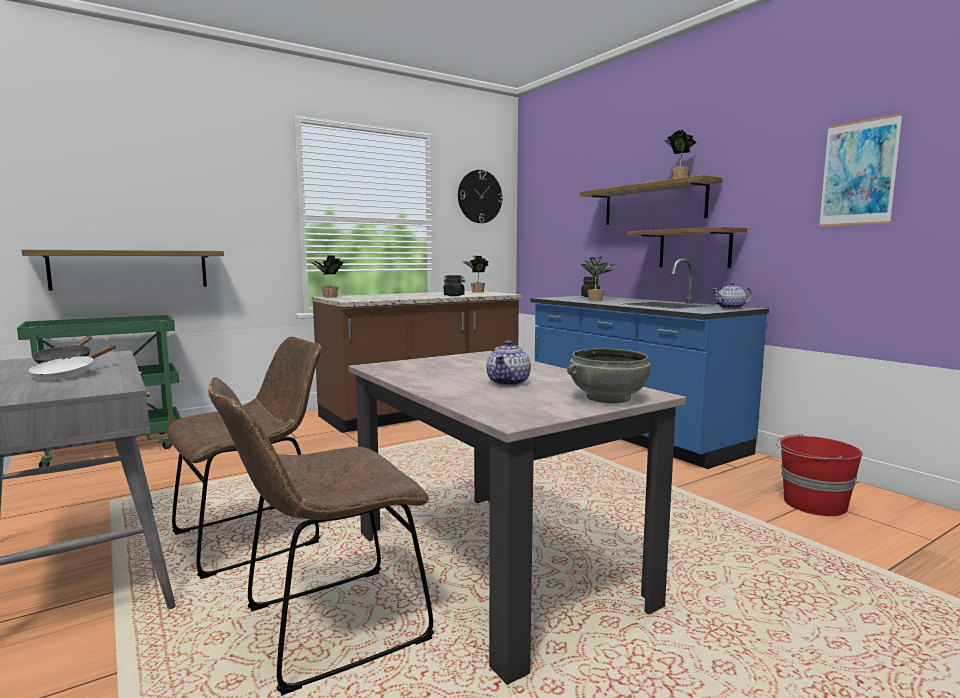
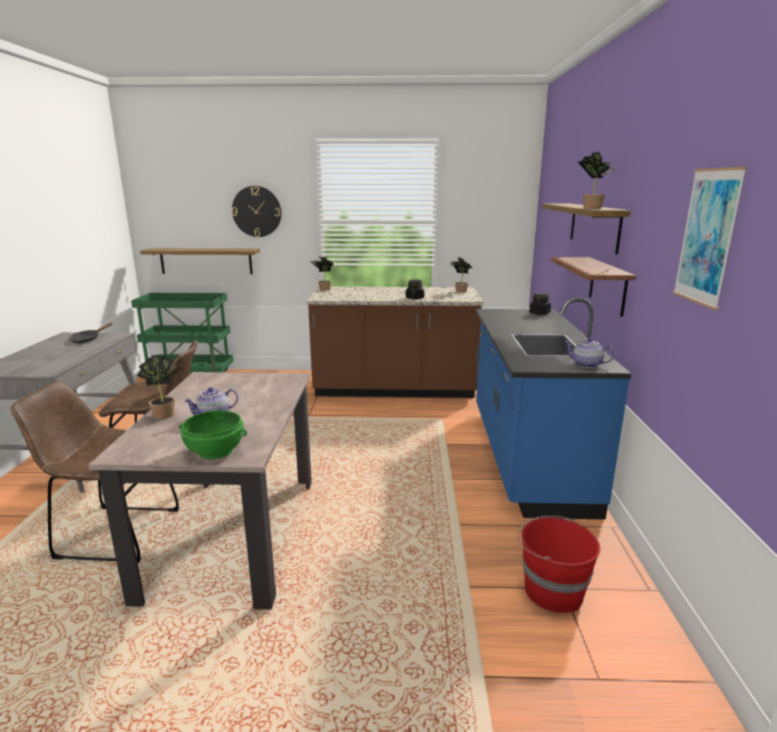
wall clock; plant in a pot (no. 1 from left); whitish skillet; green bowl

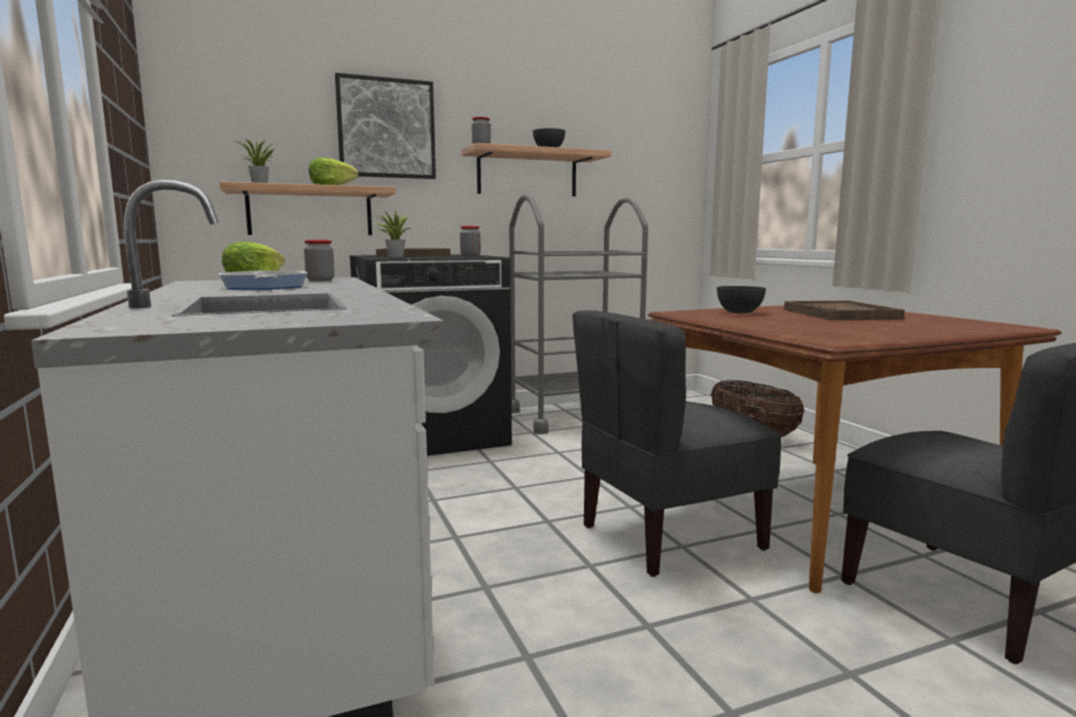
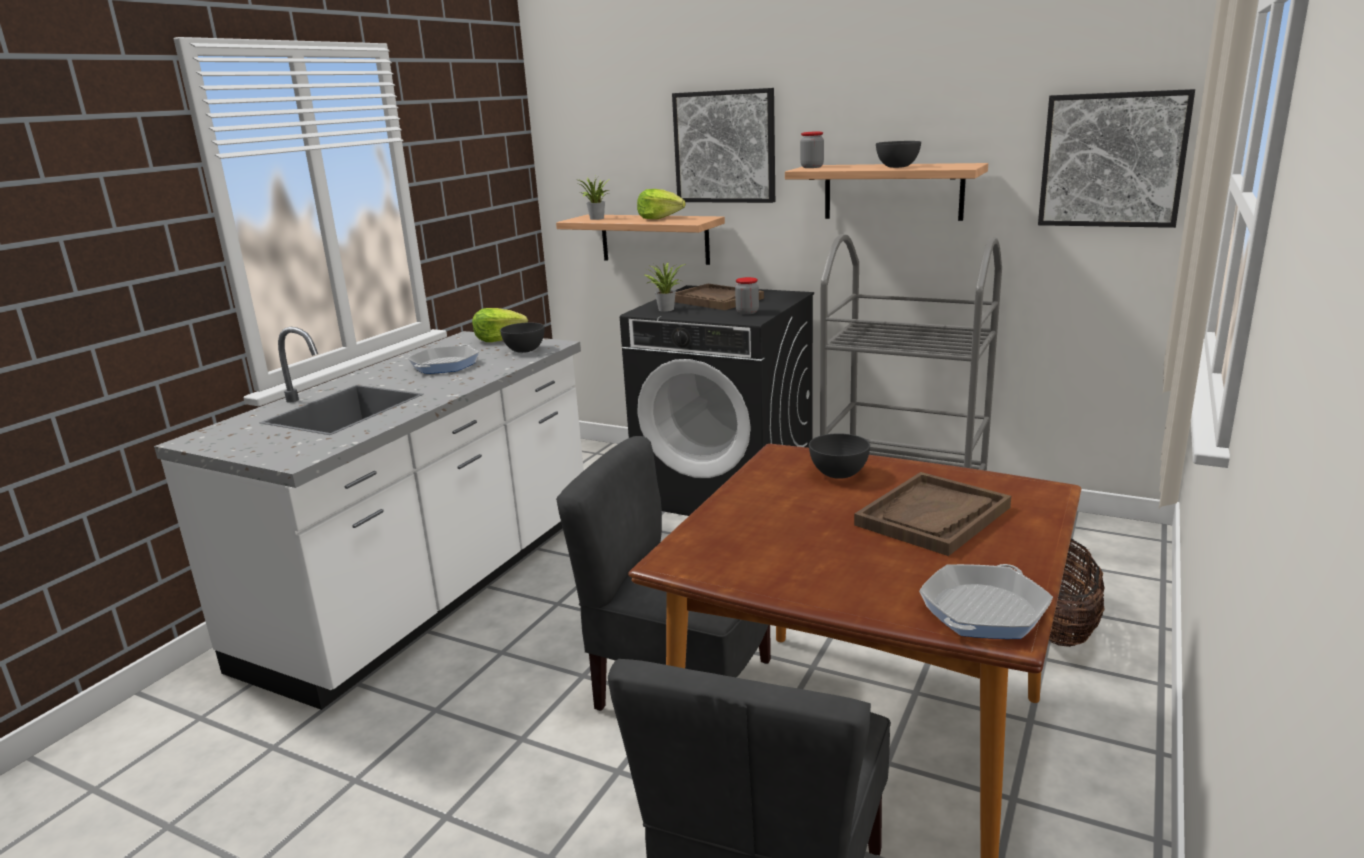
gray bowl (no. 1 from left); wall art (no. 2 from left); skillet (no. 2 from left)

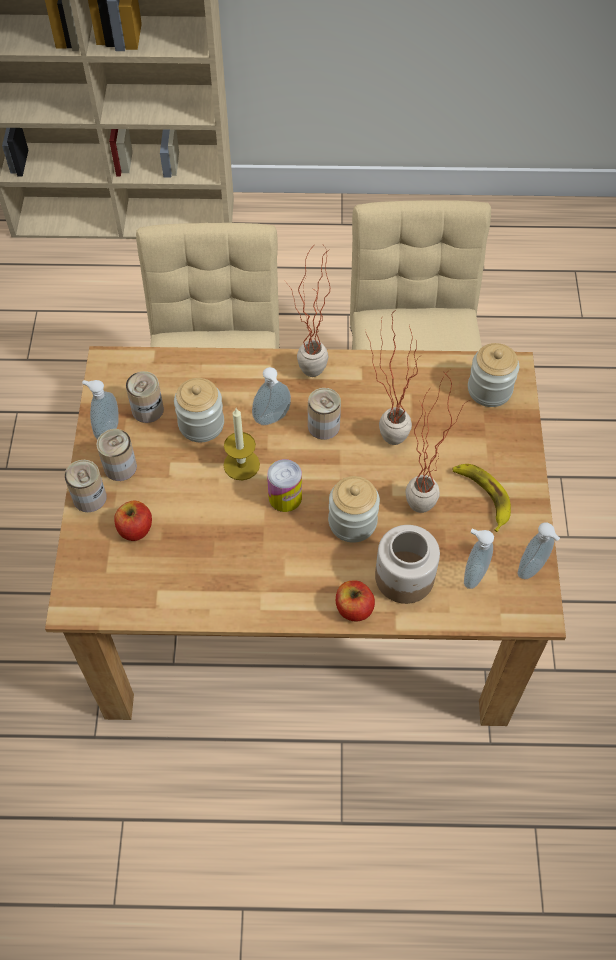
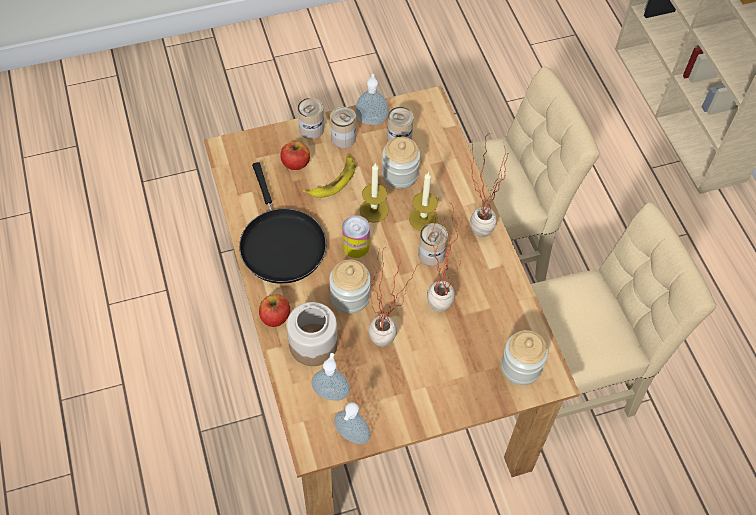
wax candle (no. 2 from left); banana; black skillet

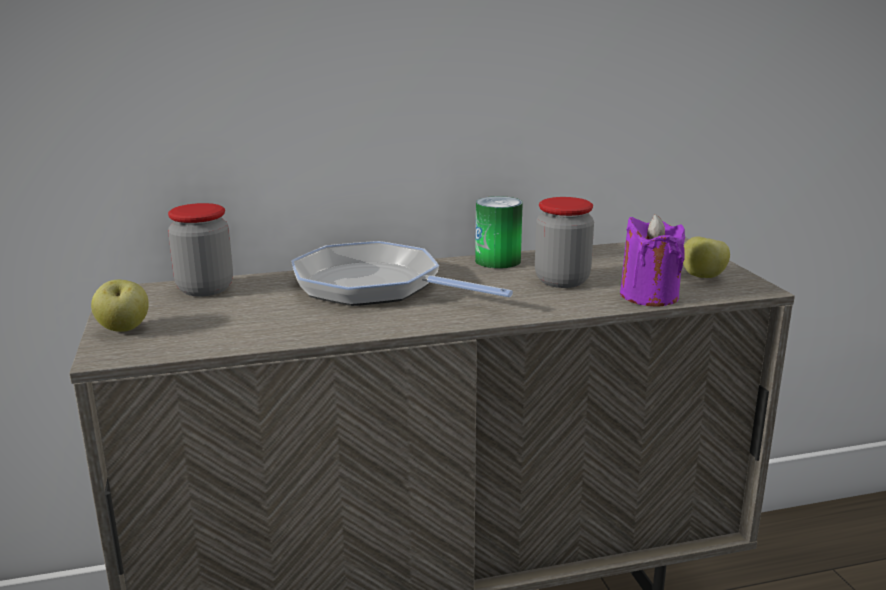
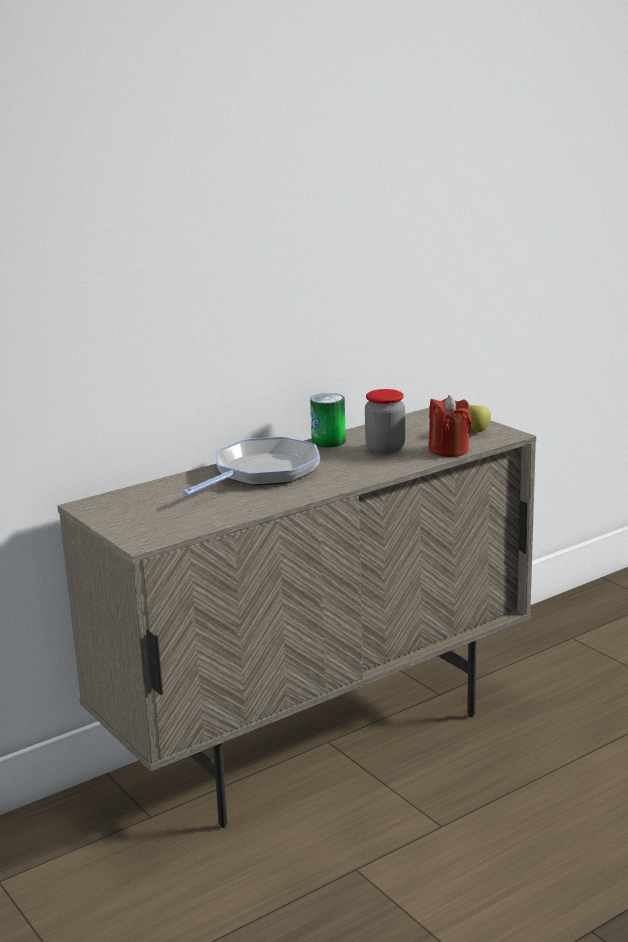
storage jar (no. 1 from left in the first image); red-coloured wax candle; skillet; whole apple (no. 1 from left in the first image)

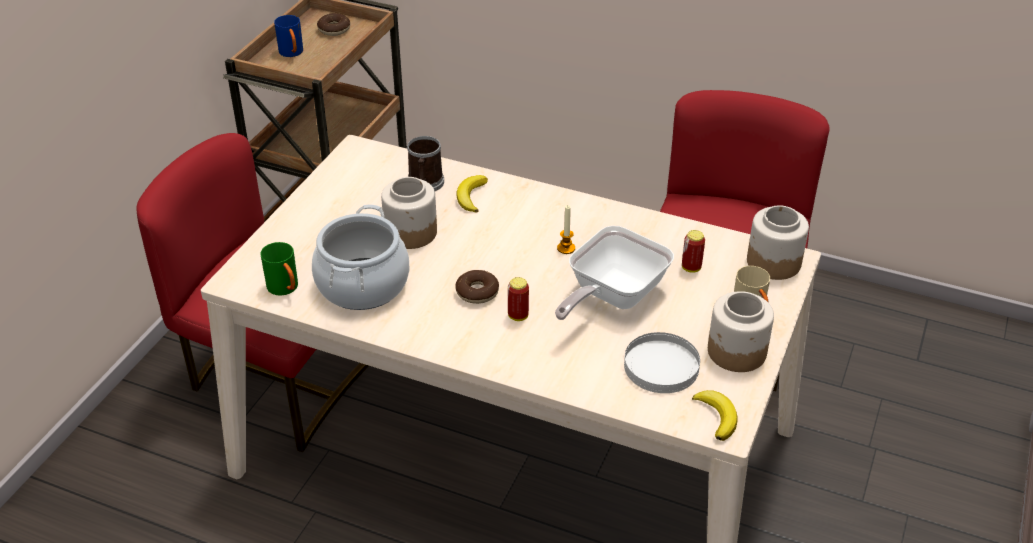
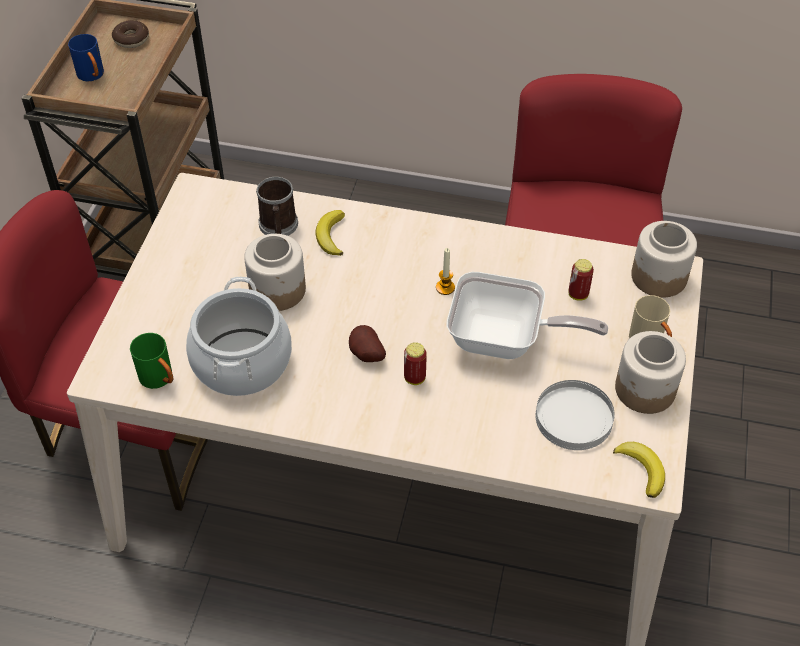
skillet; spud

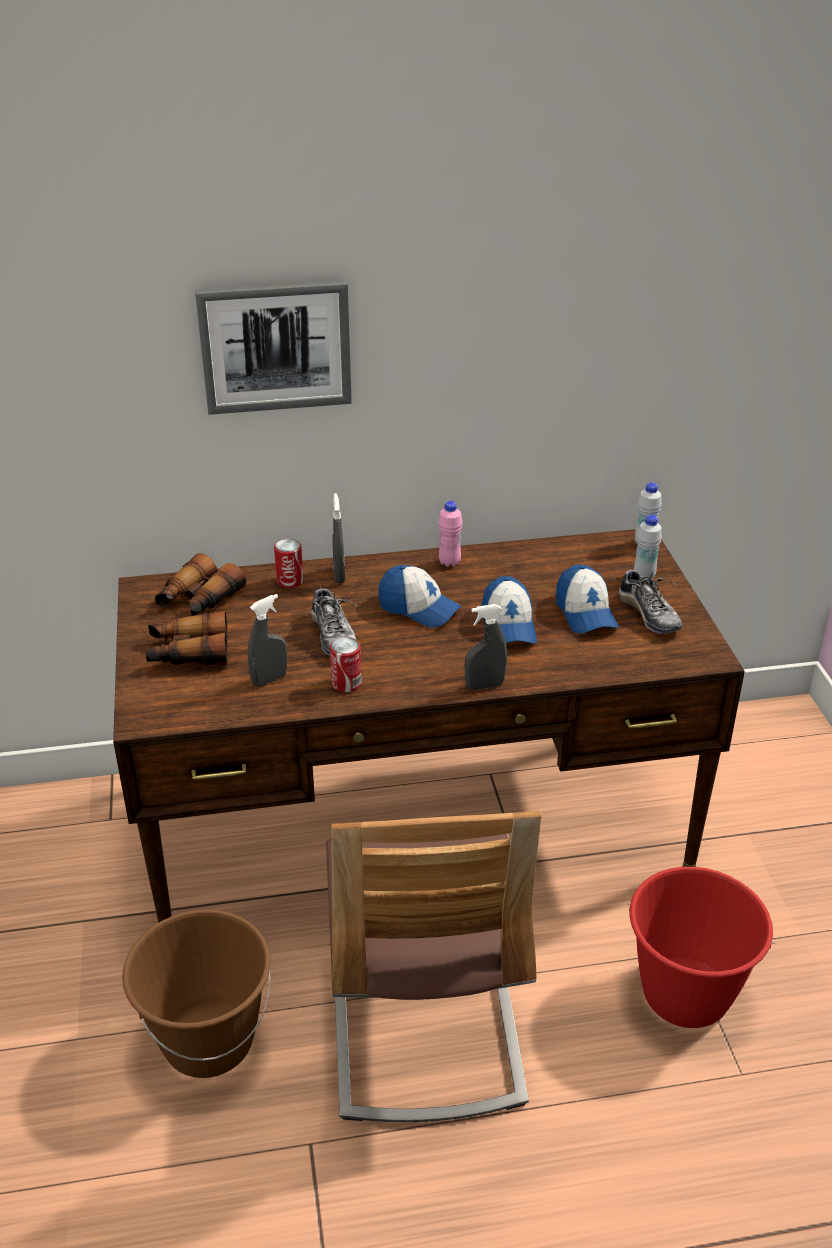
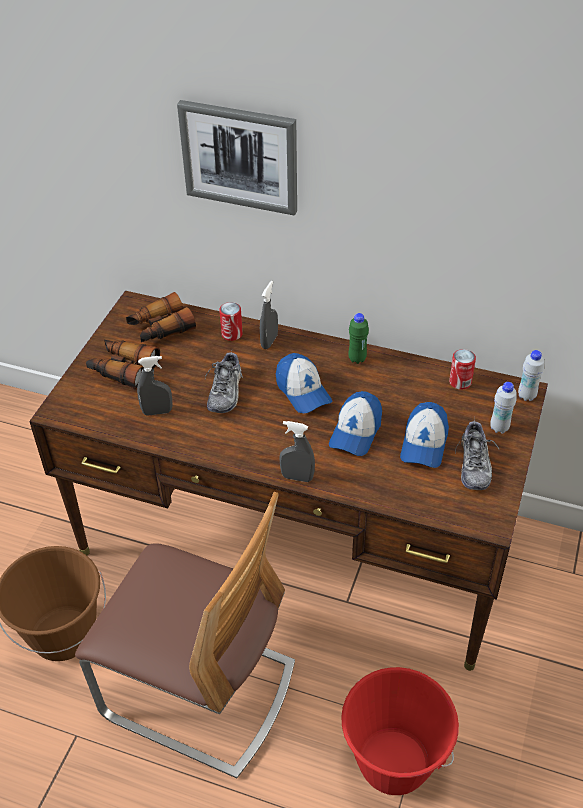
green drink bottle; sealed can (no. 2 from left); upright chair

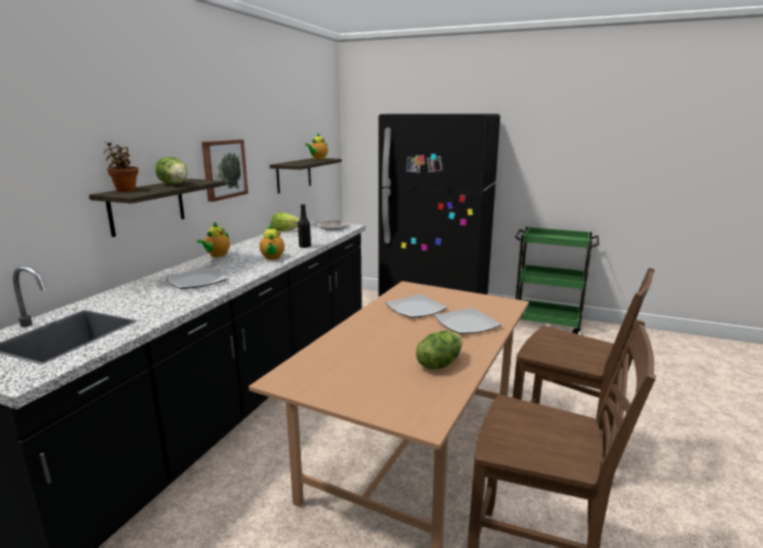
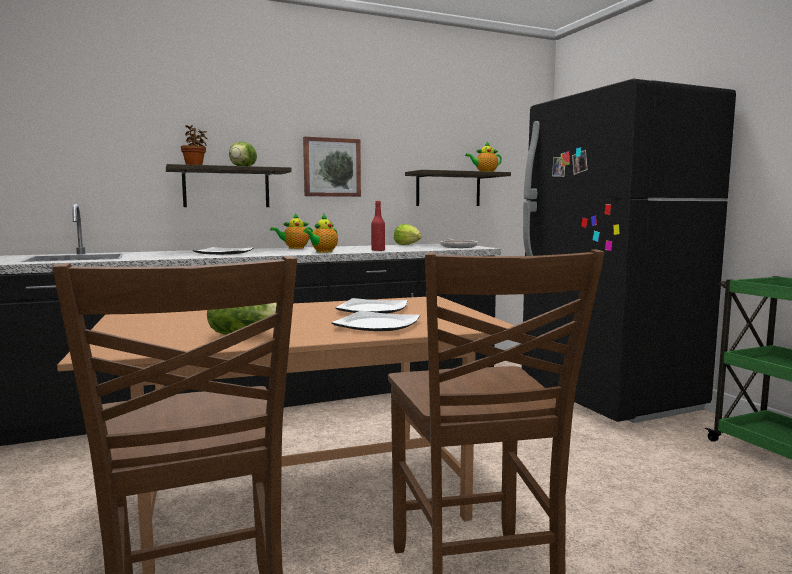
red-coloured drink bottle

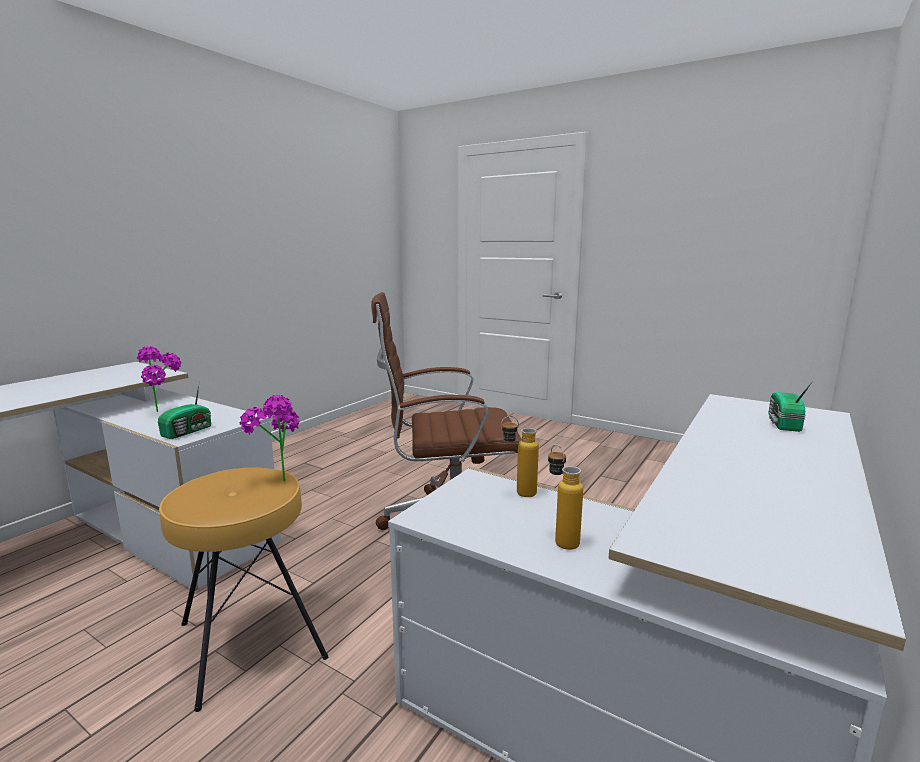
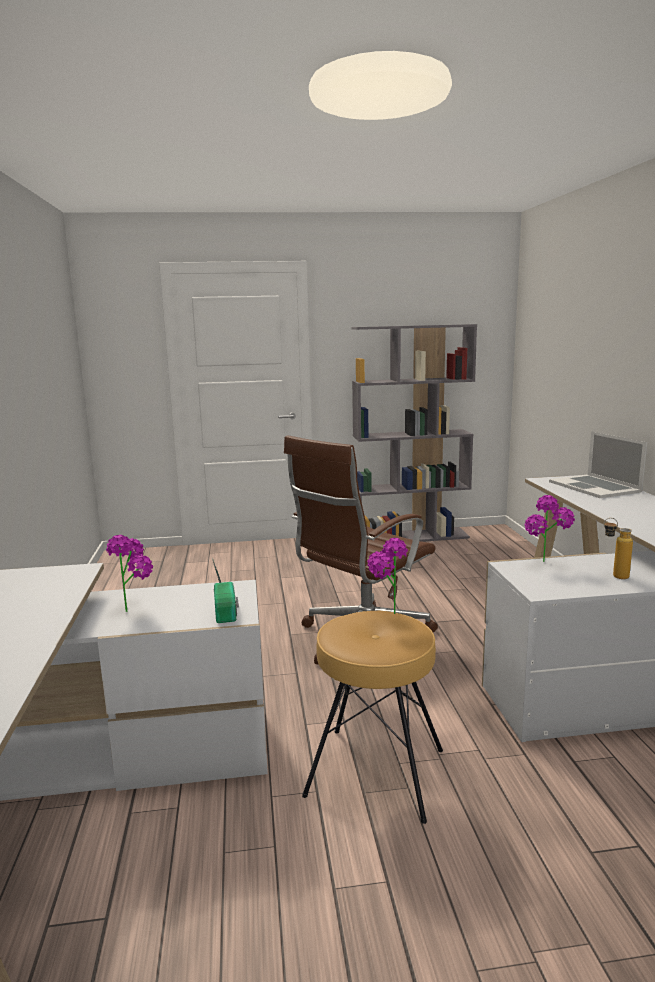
portable computer; plant in a pot (no. 3 from left); gray bookcase

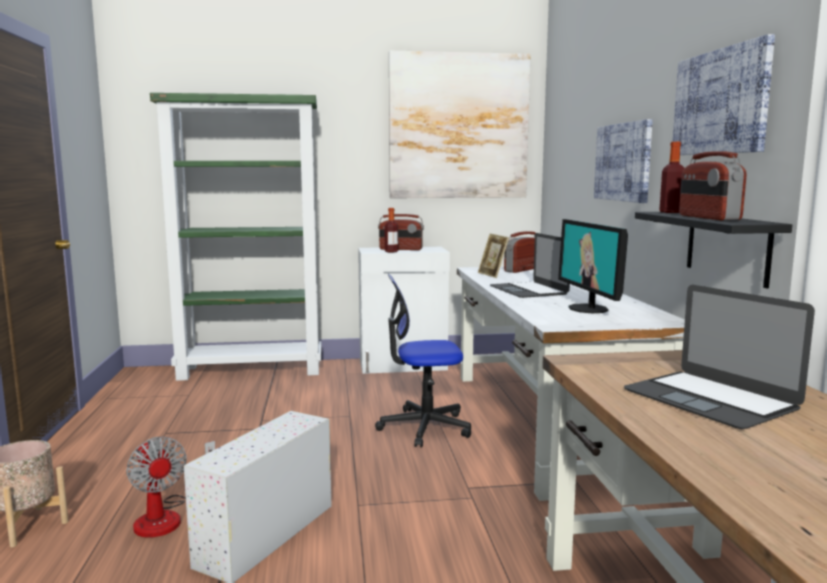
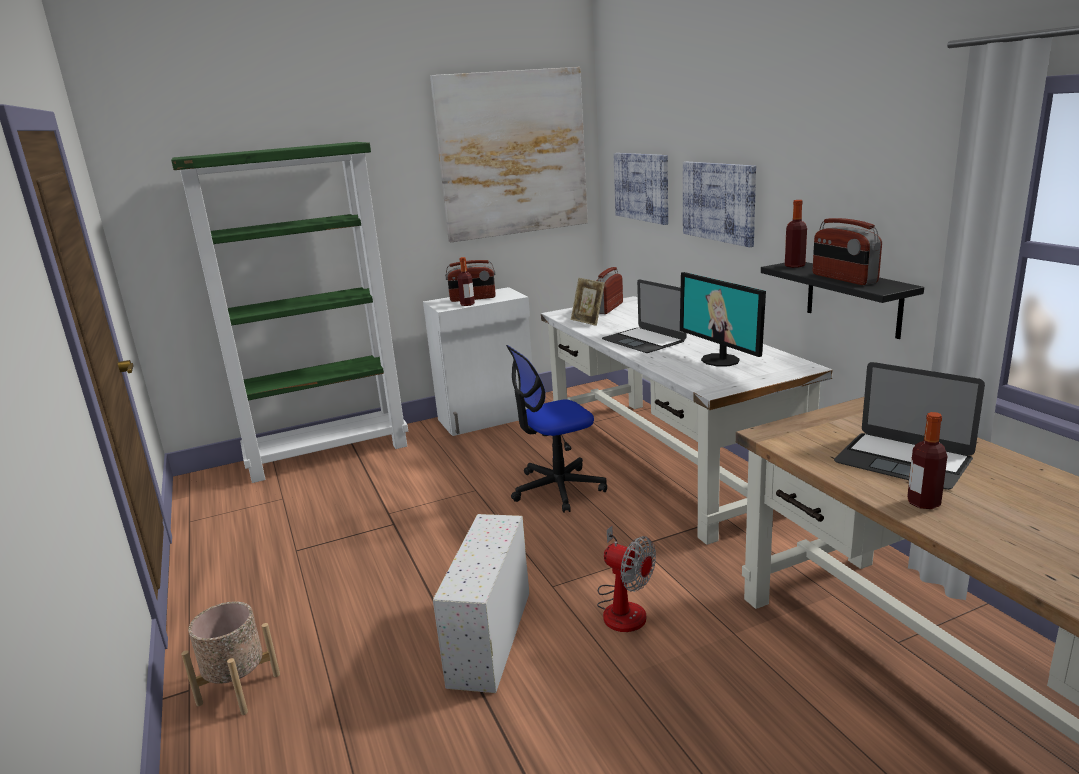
wall art (no. 2 from left); fan; drink bottle (no. 3 from left)

